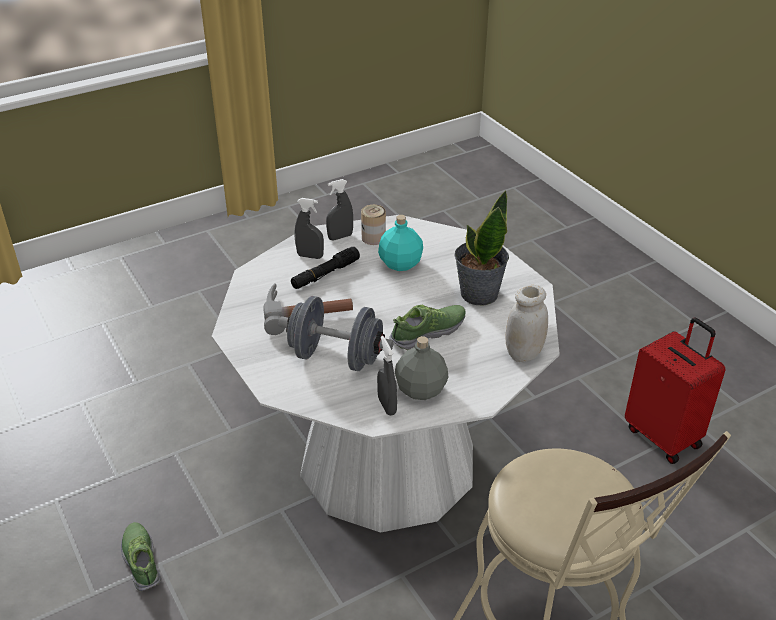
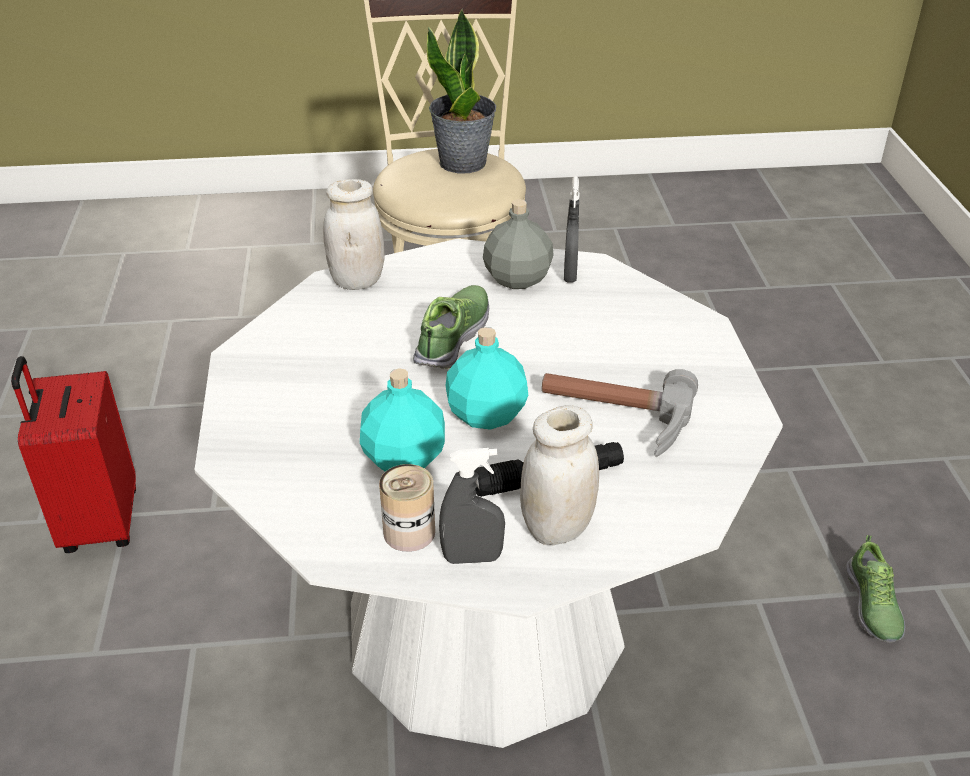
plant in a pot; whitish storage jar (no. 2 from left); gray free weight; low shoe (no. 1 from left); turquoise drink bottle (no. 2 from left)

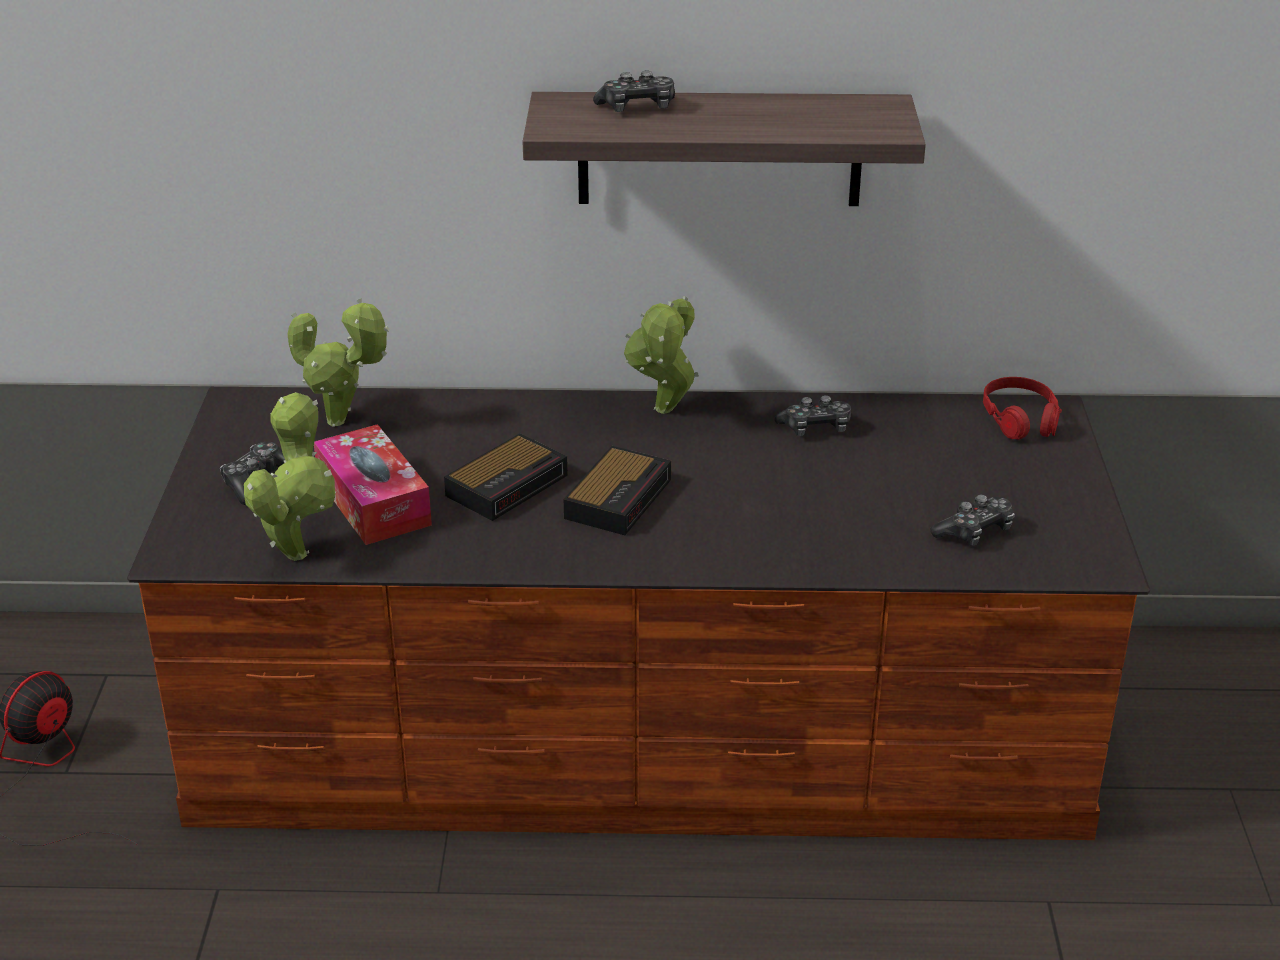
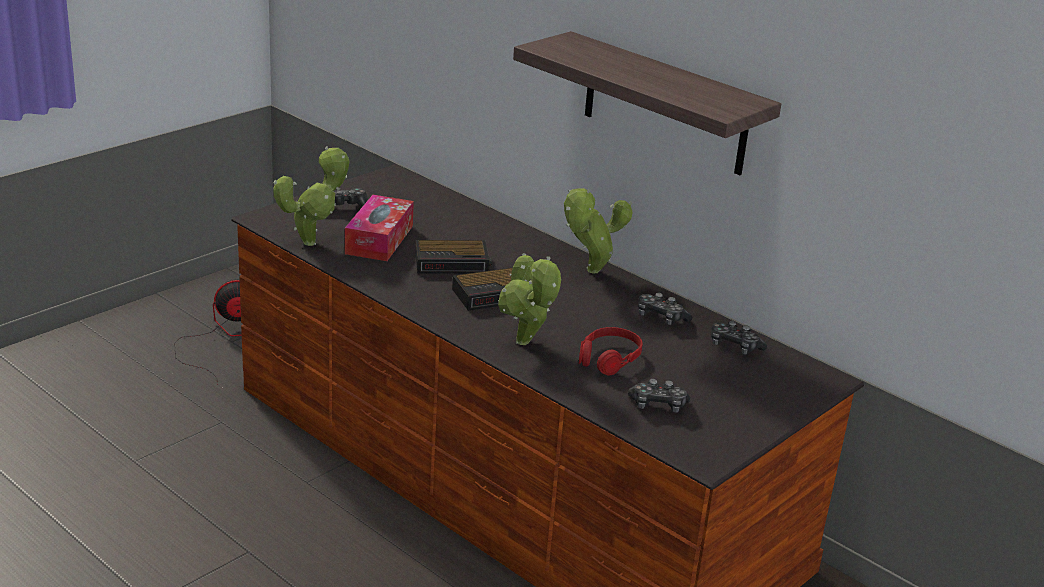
joypad (no. 4 from left); plant in a pot (no. 2 from left); red-coloured headphones

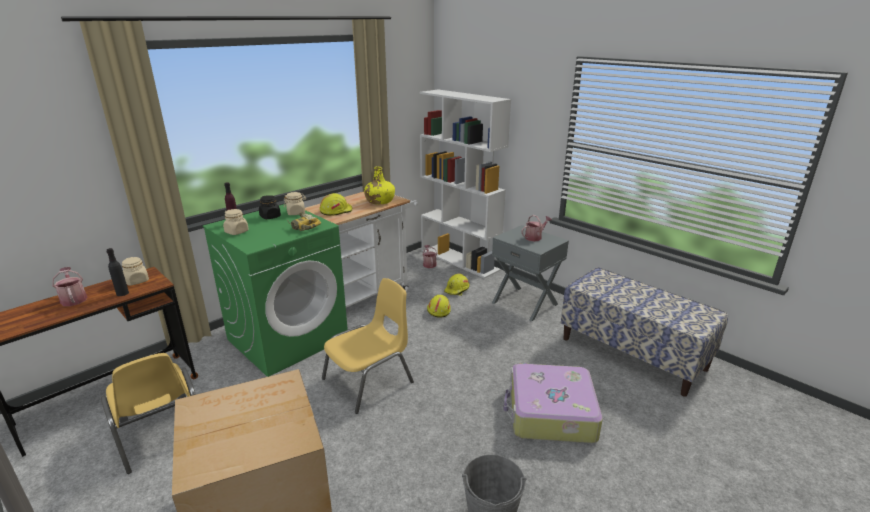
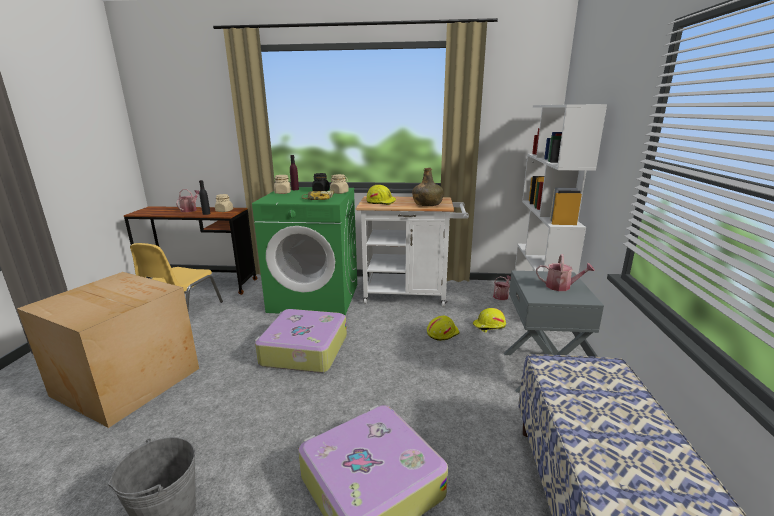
green drink bottle; piece of luggage (no. 1 from left)

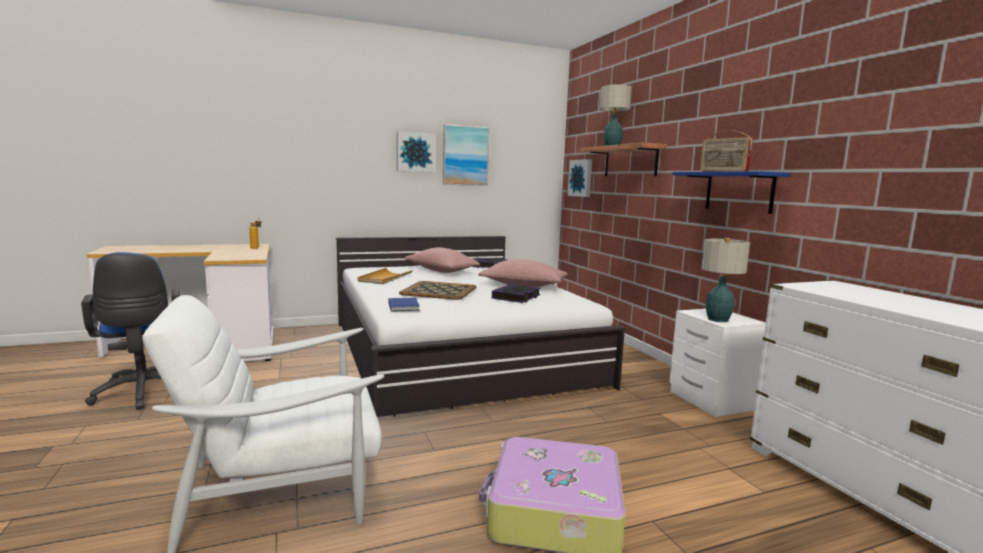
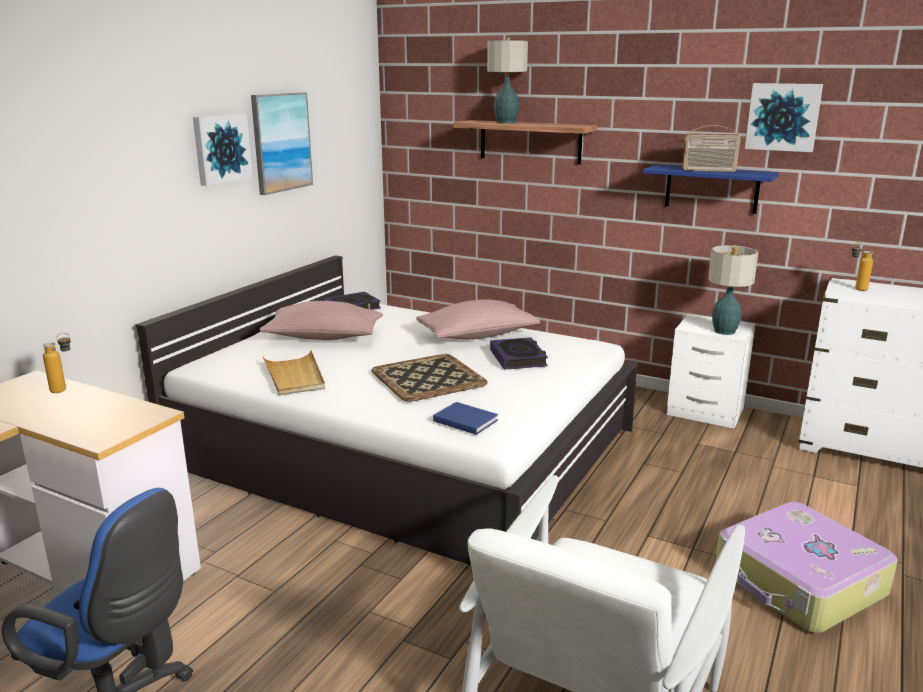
wall art (no. 3 from left); drink bottle (no. 2 from left)

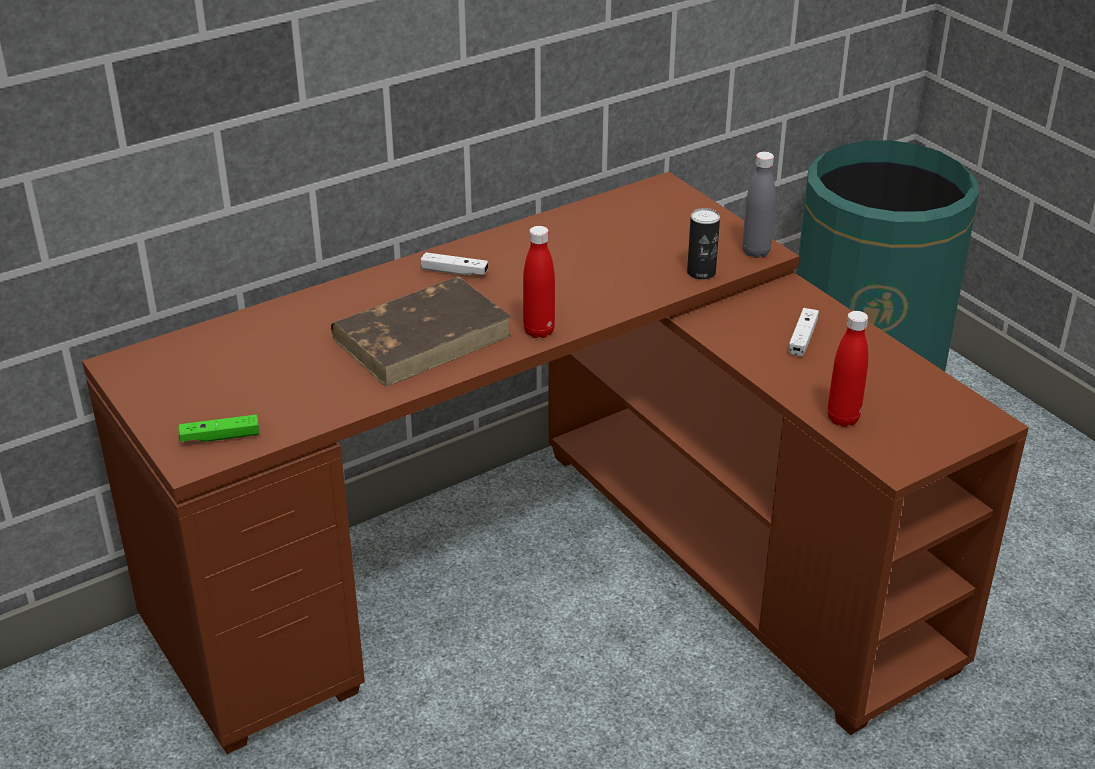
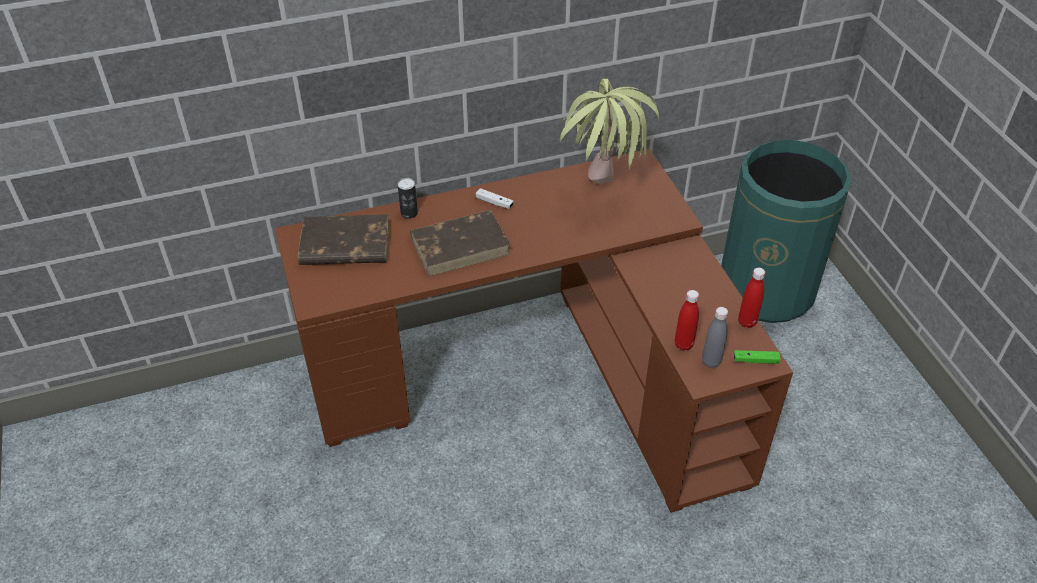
gray drink bottle; sealed can; red-coloured drink bottle (no. 2 from left); whitish joypad (no. 2 from left in the first image); green joypad; plant in a pot; brownish bound book (no. 1 from left)

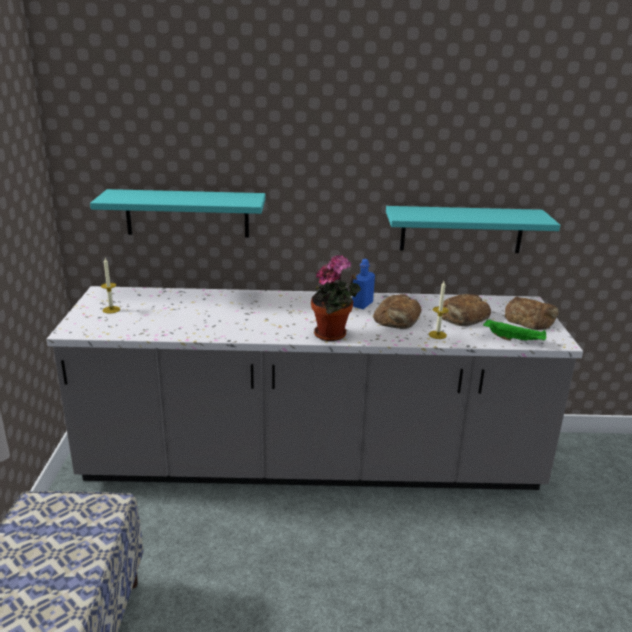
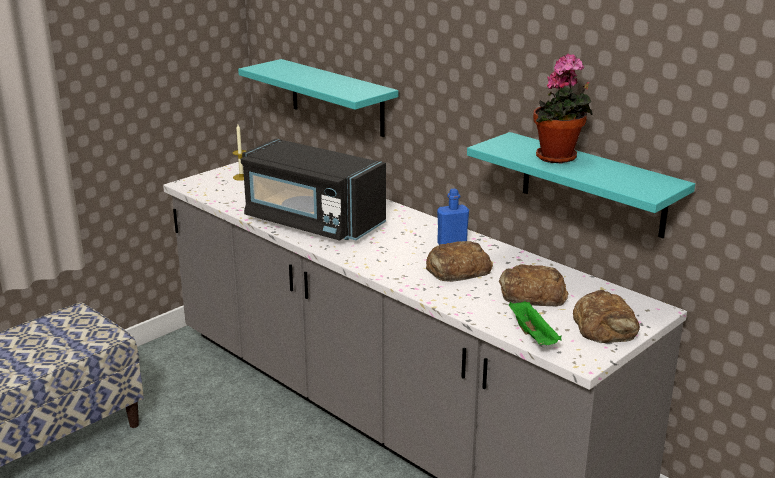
plant in a pot; wax candle (no. 2 from left in the first image); black microwave

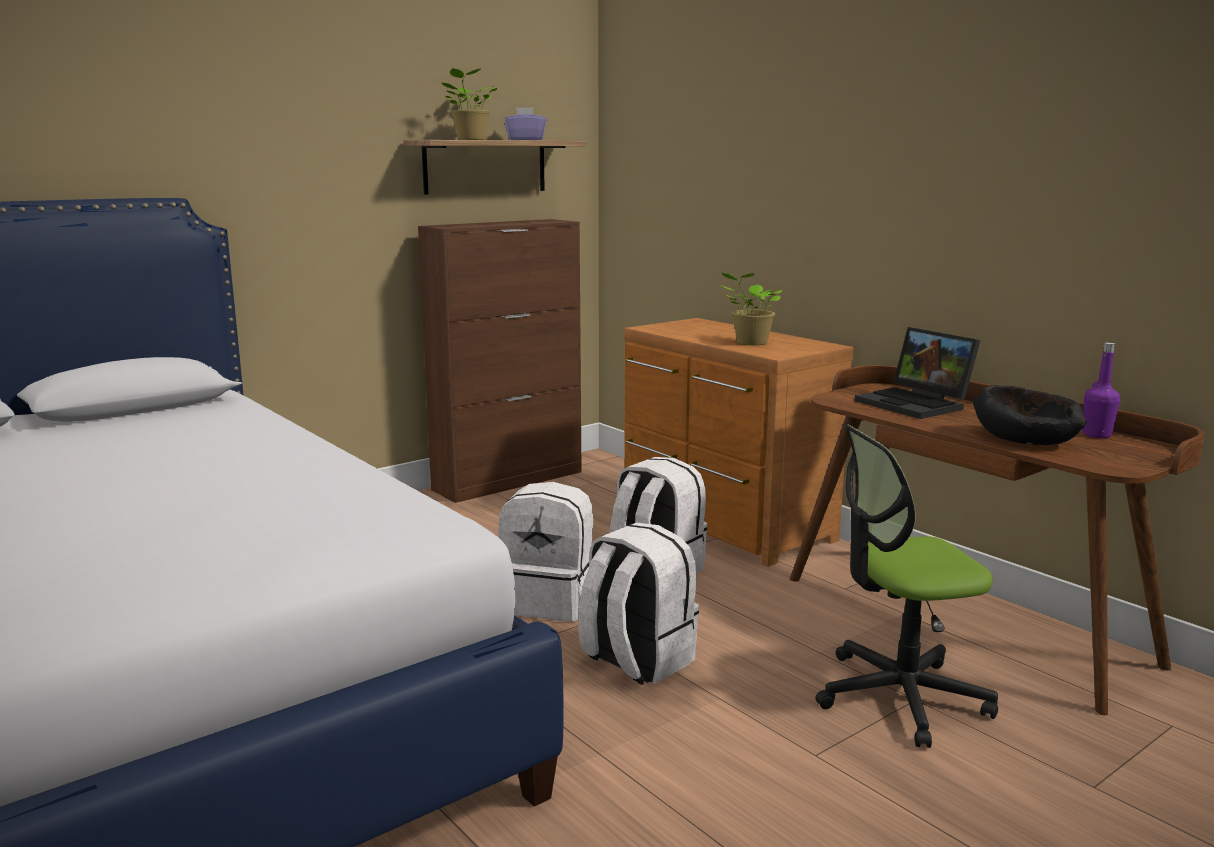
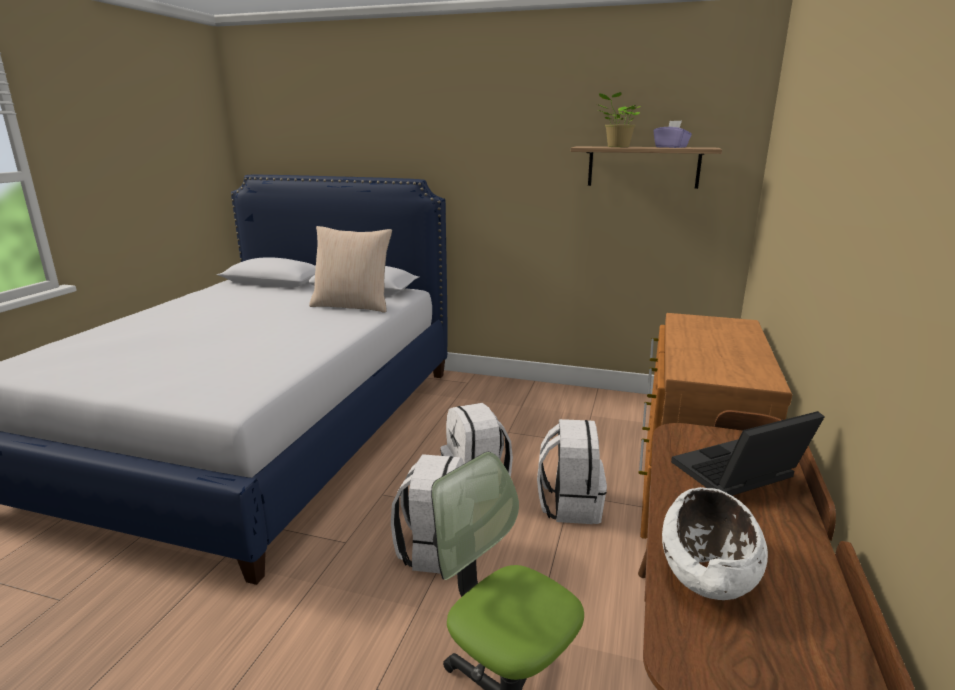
brownish cabinet; plant in a pot (no. 2 from left in the first image); portable computer; purple-coloured drink bottle; whitish bowl; beige-coloured cushion

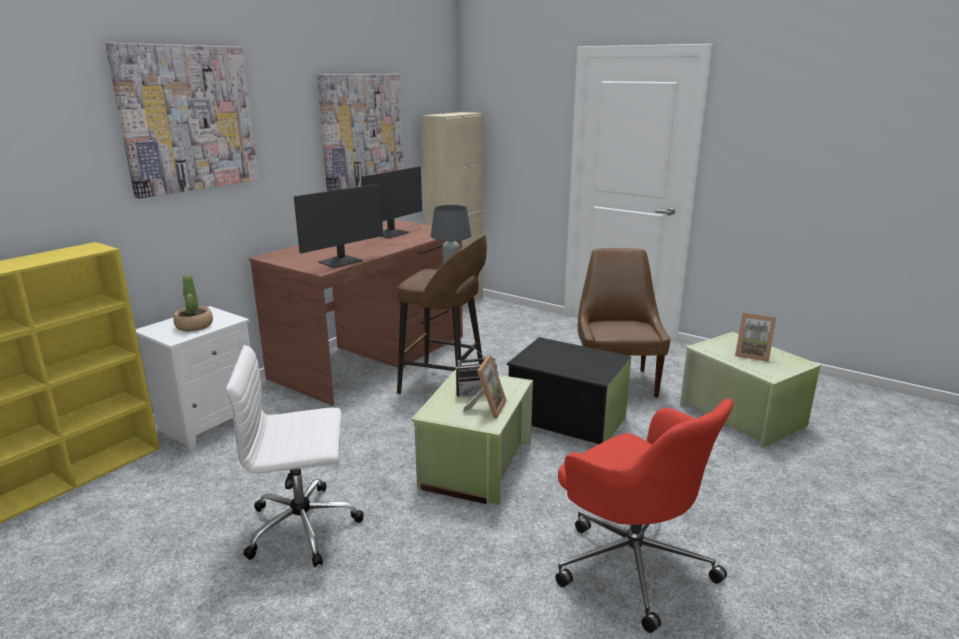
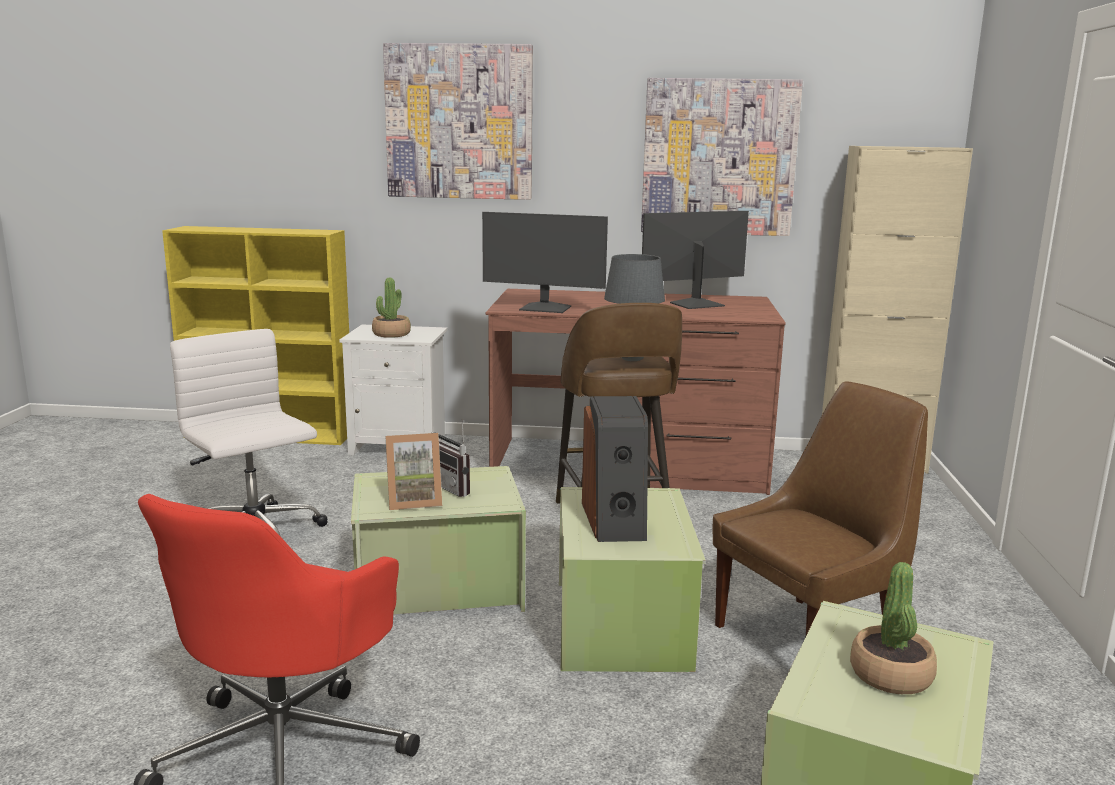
computer screen (no. 2 from left); plant in a pot (no. 2 from left); green storage bin (no. 2 from left); loudspeaker

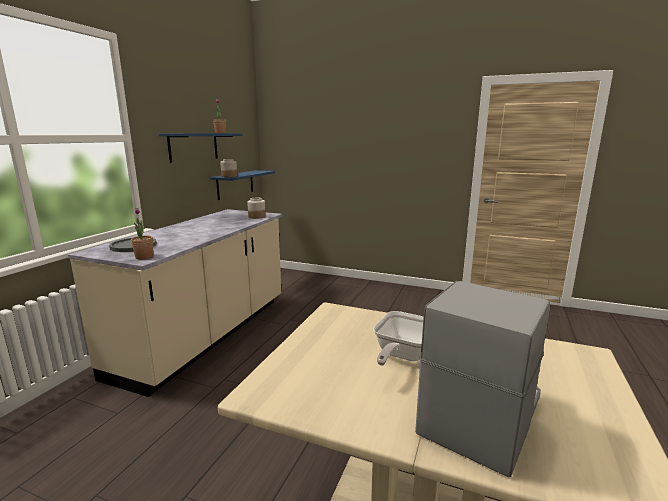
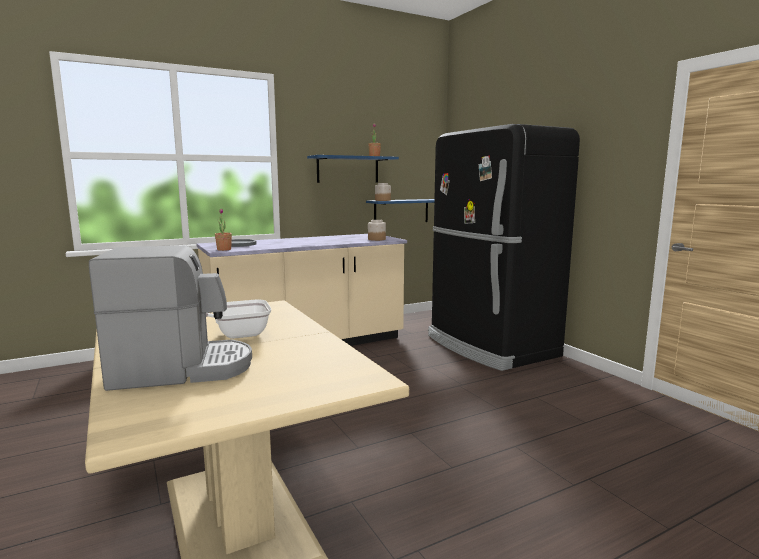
black refrigerator

